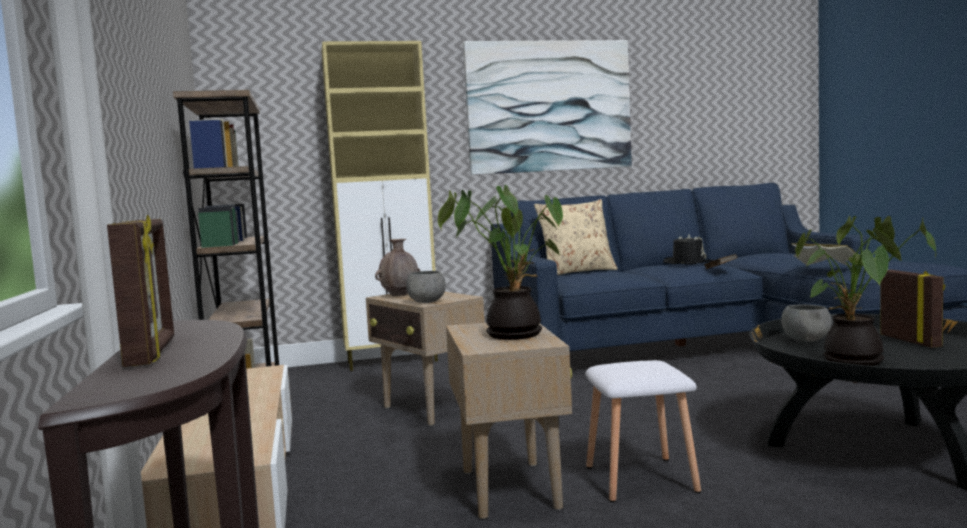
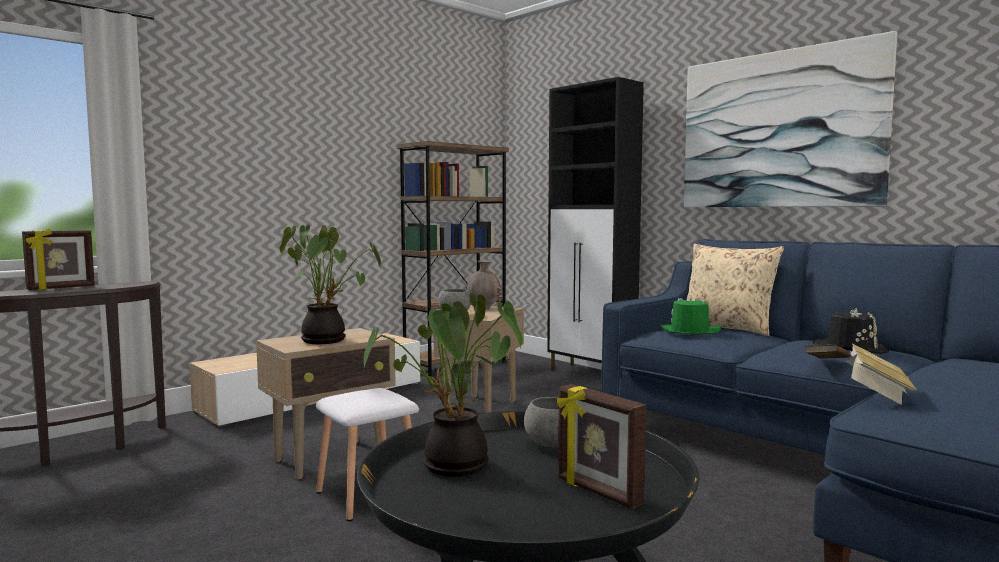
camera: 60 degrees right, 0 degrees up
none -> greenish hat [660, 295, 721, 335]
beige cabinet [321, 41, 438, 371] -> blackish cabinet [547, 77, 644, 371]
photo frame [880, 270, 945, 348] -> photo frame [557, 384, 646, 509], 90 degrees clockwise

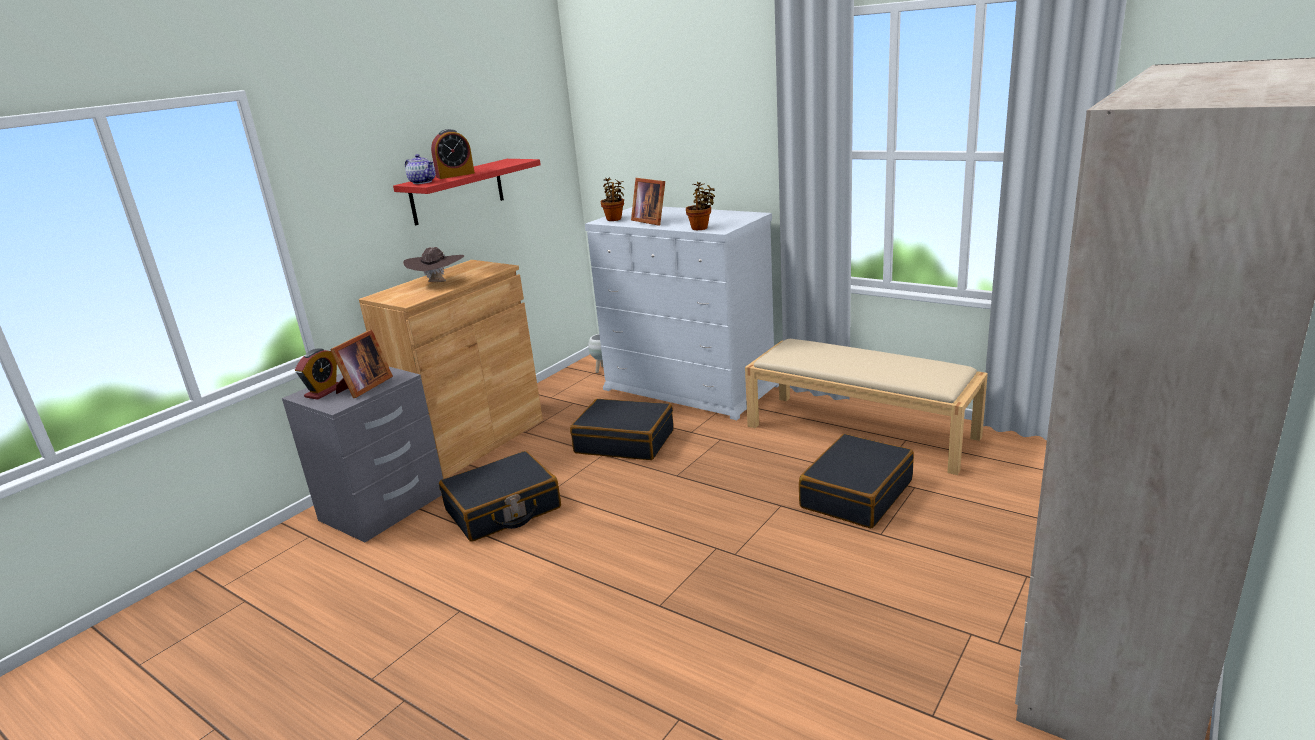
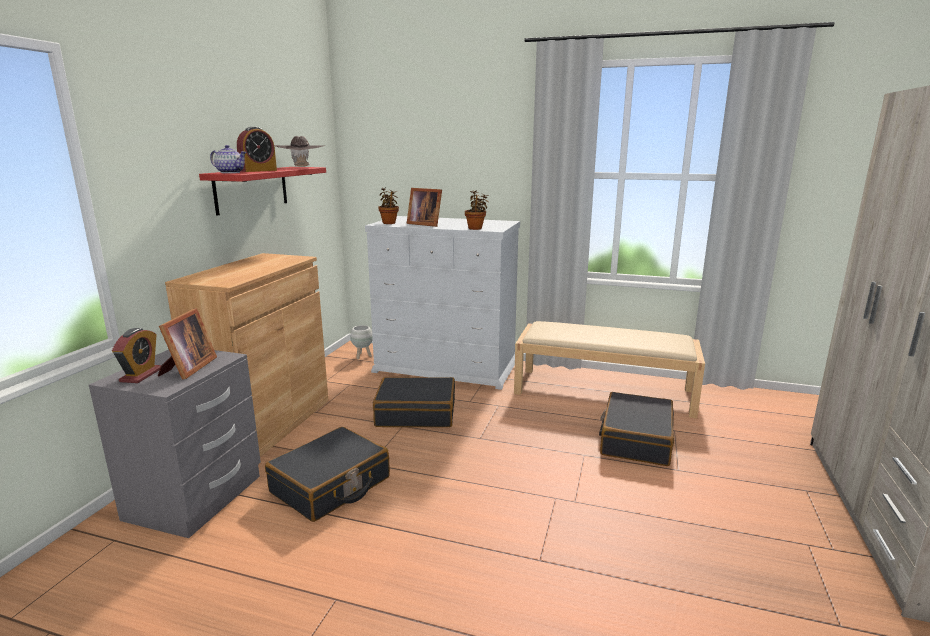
camera: 20 degrees left, 5 degrees down
brown hat [403, 247, 464, 282] -> brown hat [274, 136, 326, 167], relocated

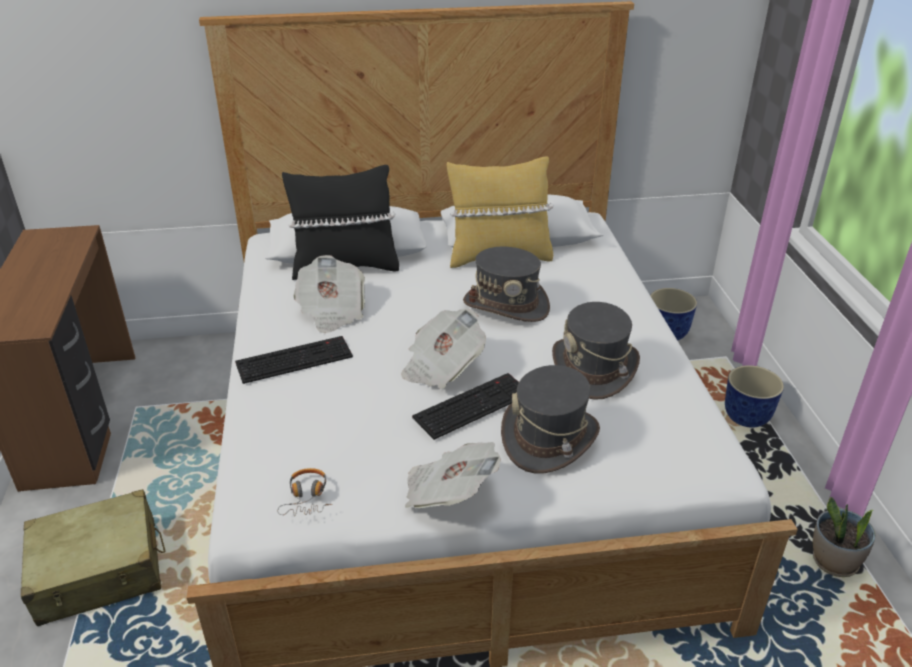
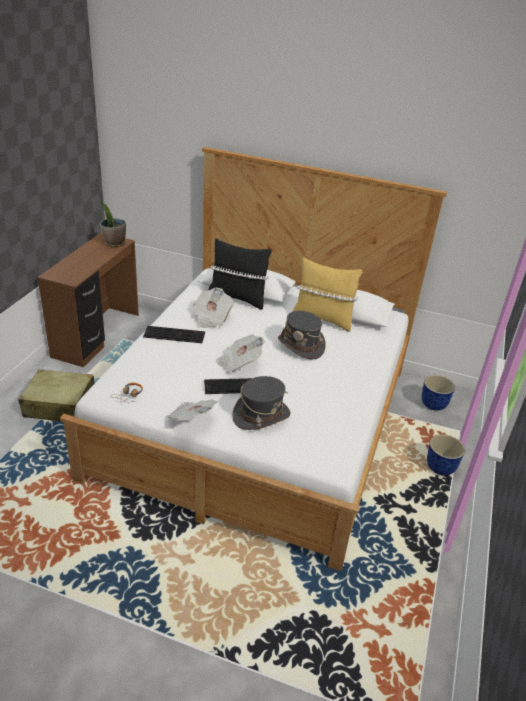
camera: 25 degrees right, 0 degrees up
greyish hat [552, 302, 640, 400] -> none
houseplant [813, 497, 876, 577] -> houseplant [100, 201, 126, 247], relocated

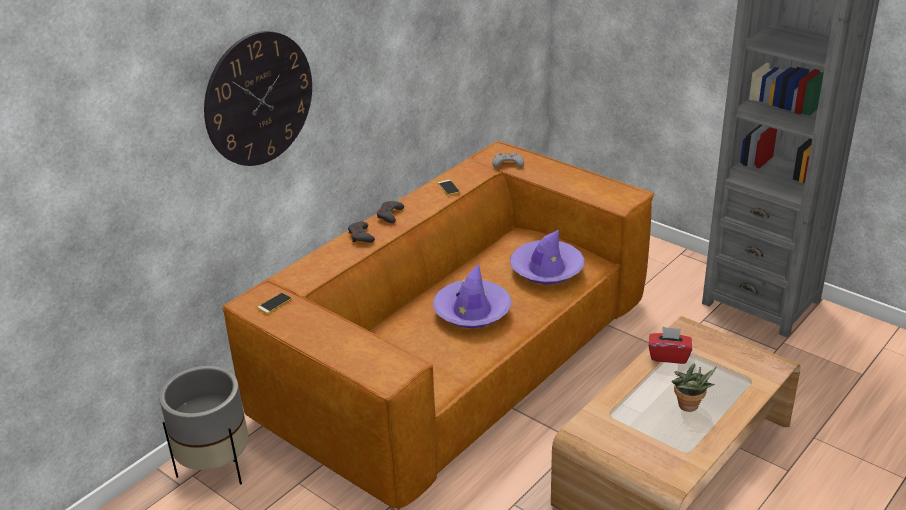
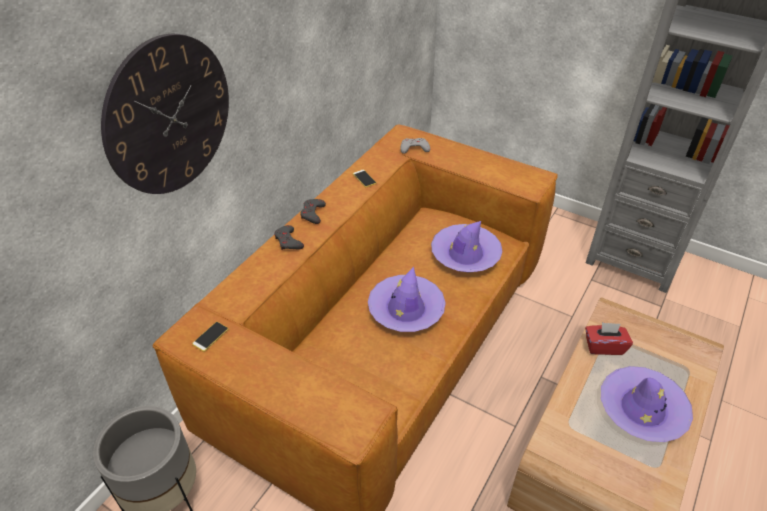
camera: 10 degrees left, 10 degrees up
houseplant [672, 363, 717, 412] -> purplish hat [601, 366, 693, 442]

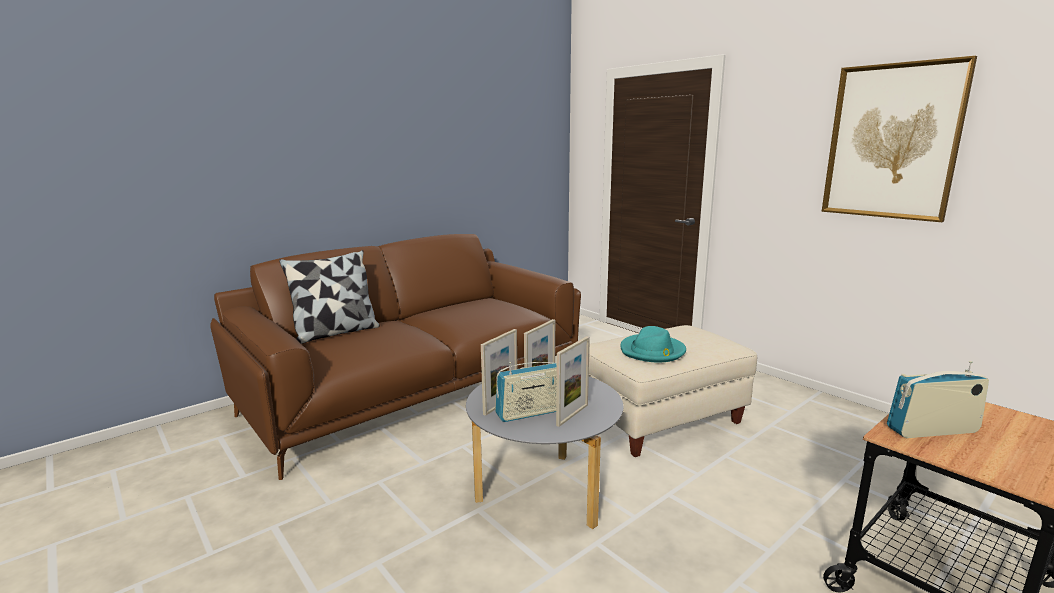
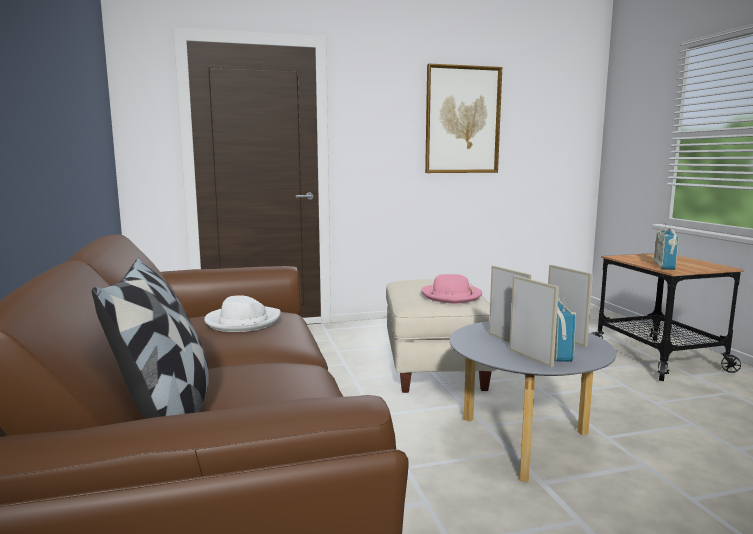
camera: 65 degrees left, 5 degrees down
none -> white hat [204, 295, 281, 332]
turquoise hat [620, 326, 686, 362] -> pinkish hat [421, 274, 482, 304]

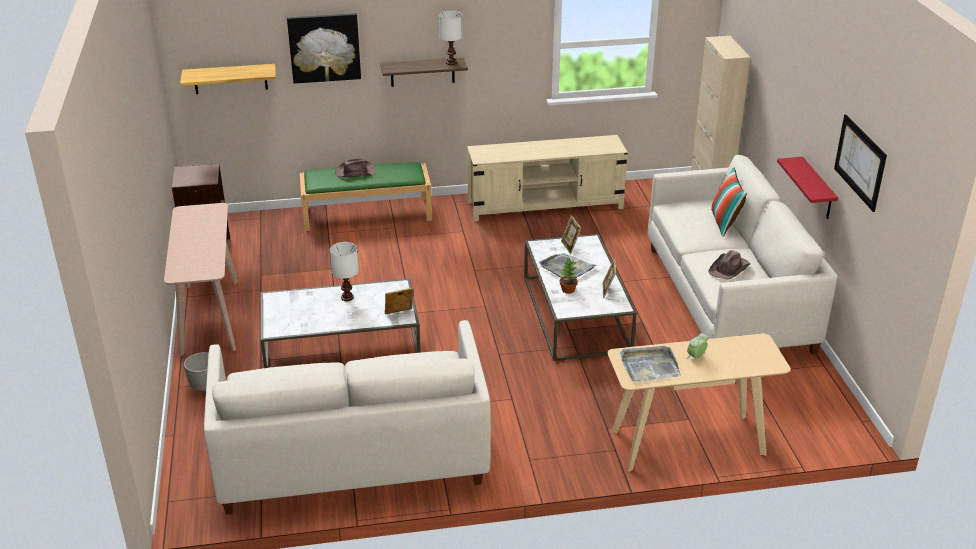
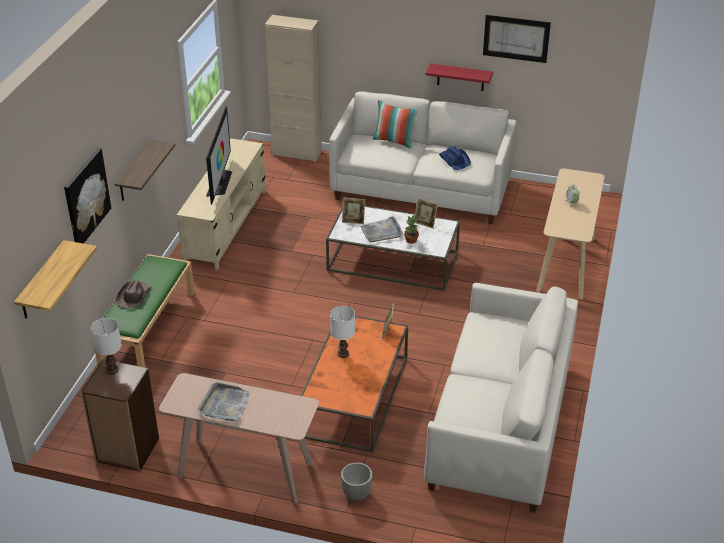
camera: 65 degrees left, 5 degrees up
none -> television [206, 106, 232, 204]
white lamp for a table [439, 11, 463, 65] -> white lamp for a table [91, 318, 122, 374], relocated
greyish tray [620, 346, 681, 382] -> greyish tray [198, 382, 250, 421], relocated
white low table [260, 279, 421, 368] -> orange-coloured low table [301, 316, 408, 452]
brown hat [708, 250, 751, 279] -> bluish hat [439, 146, 471, 170]

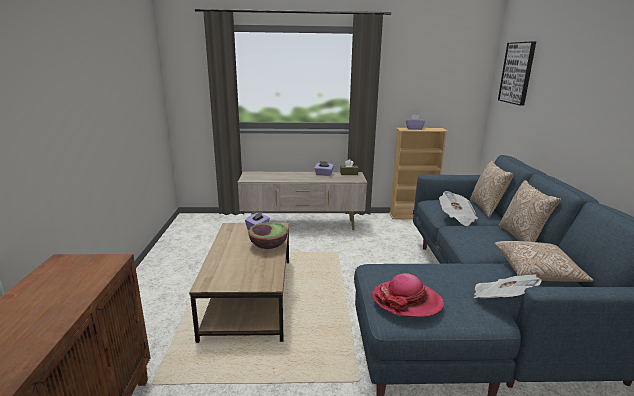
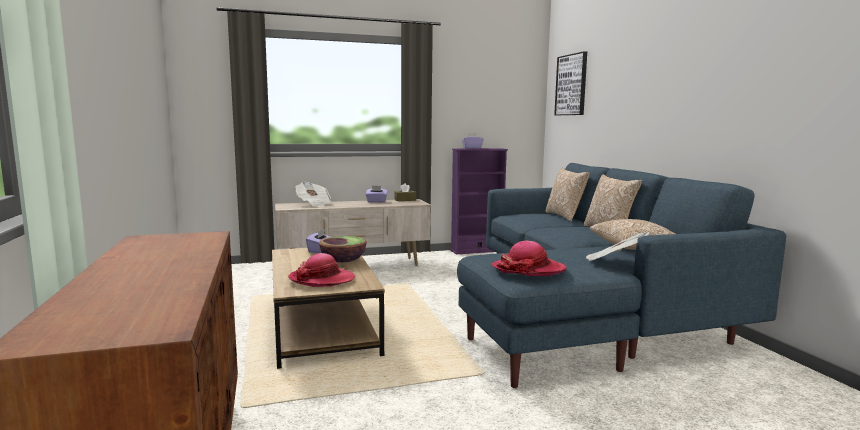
camera: 15 degrees left, 10 degrees down
none -> hat [288, 253, 355, 287]
daily paper [439, 191, 478, 226] -> daily paper [295, 182, 332, 207], relocated
beige bookshelf [389, 128, 448, 219] -> purplish bookshelf [450, 148, 508, 255]

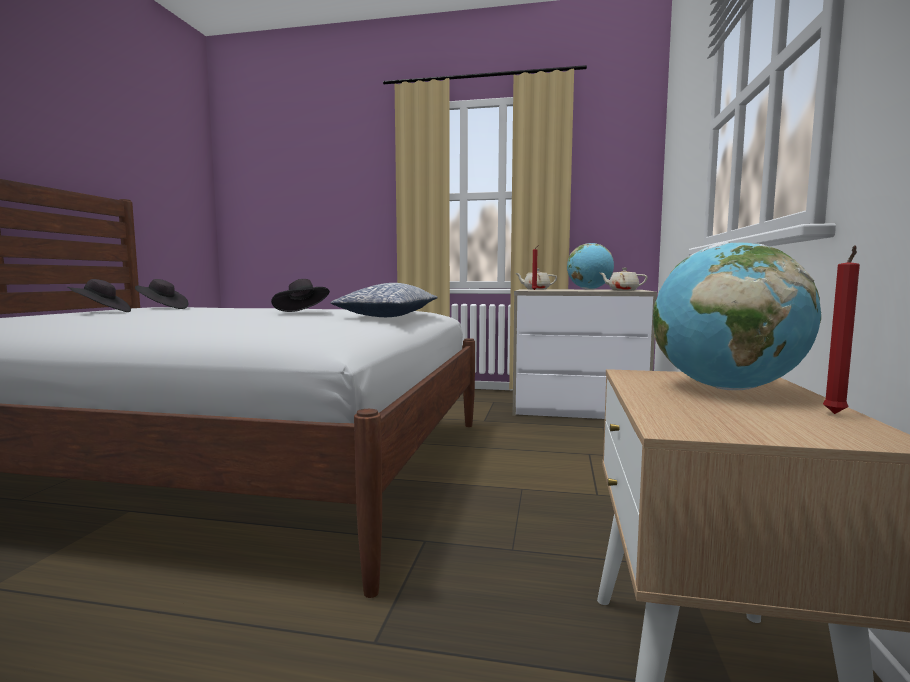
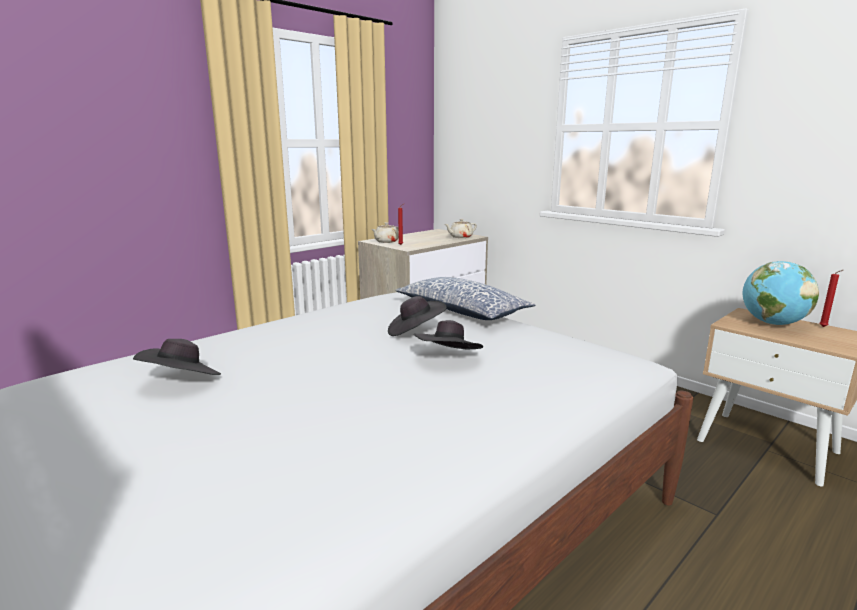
camera: 55 degrees left, 10 degrees up
world globe [567, 243, 614, 290] -> none
blackish hat [67, 279, 131, 312] -> blackish hat [413, 320, 483, 349], relocated

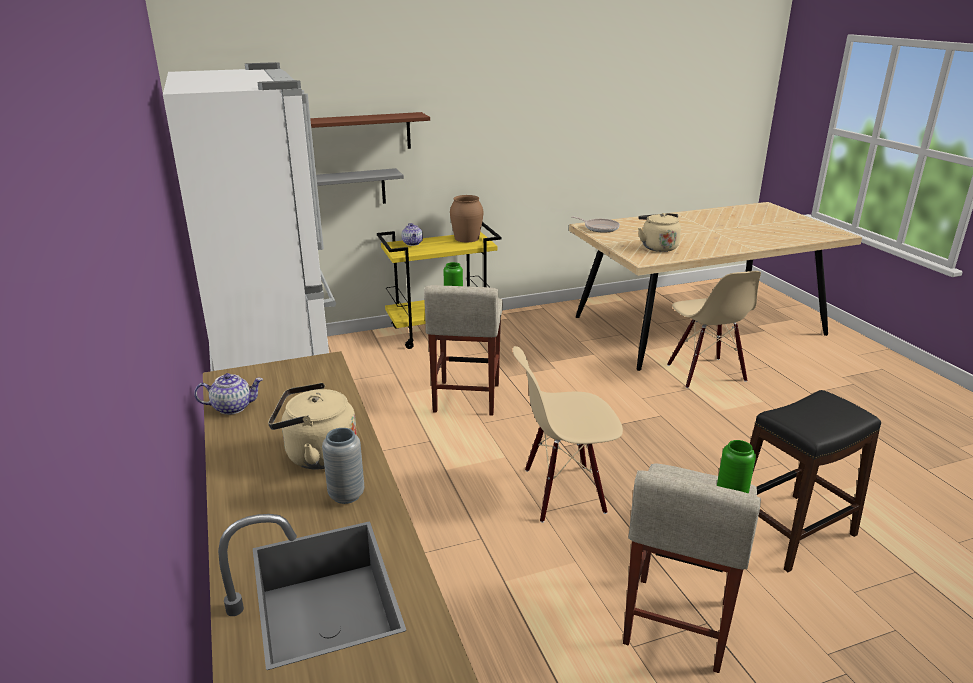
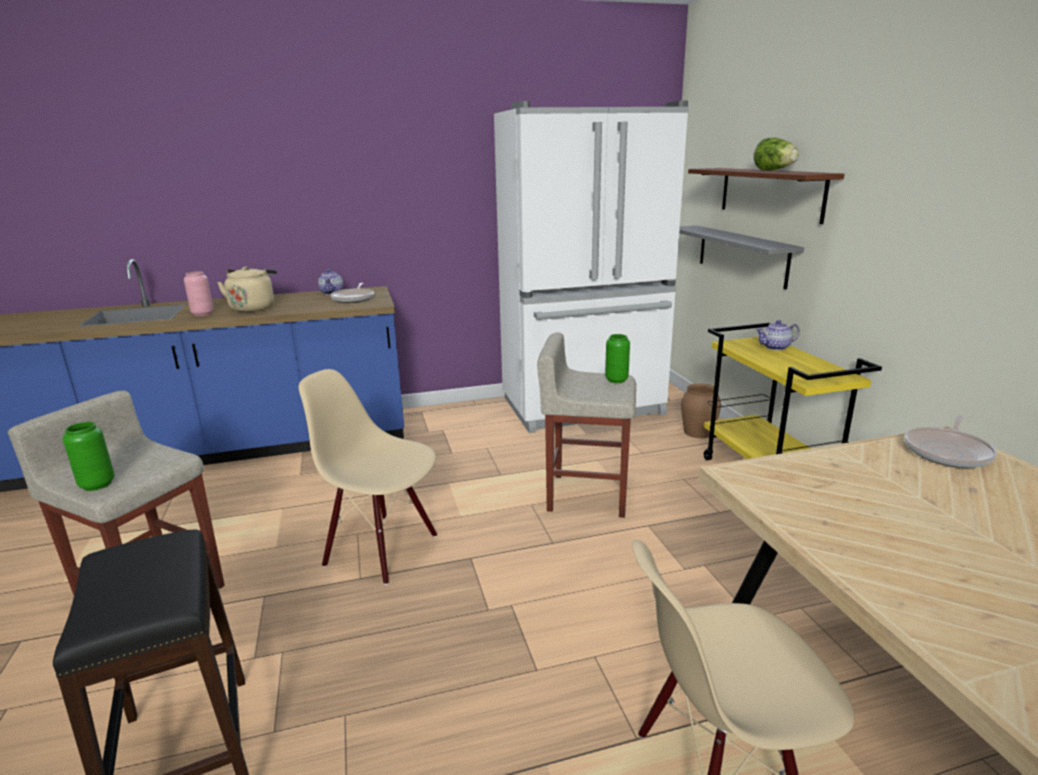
camera: 95 degrees right, 5 degrees down
beige tea kettle [638, 213, 681, 252] -> none
none -> frying pan [331, 283, 374, 303]
none -> head of lettuce [754, 138, 799, 171]
brown decorative vase [450, 195, 483, 242] -> brown decorative vase [681, 383, 721, 438], relocated
greyish decorative vase [322, 428, 364, 504] -> pinkish decorative vase [184, 272, 214, 316]
beige chair [513, 346, 623, 523] -> beige chair [299, 369, 437, 585], 60 degrees counterclockwise

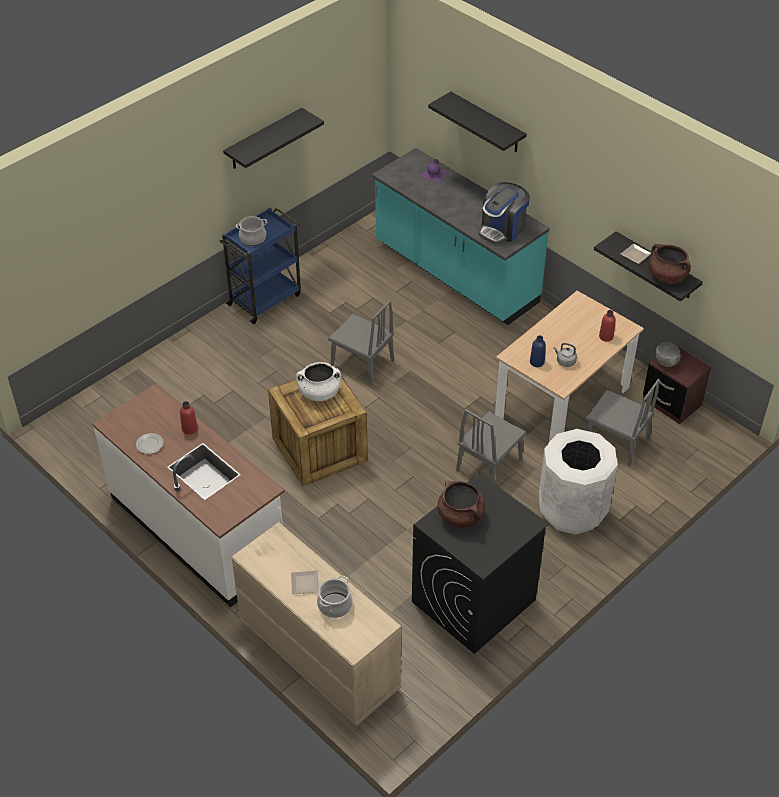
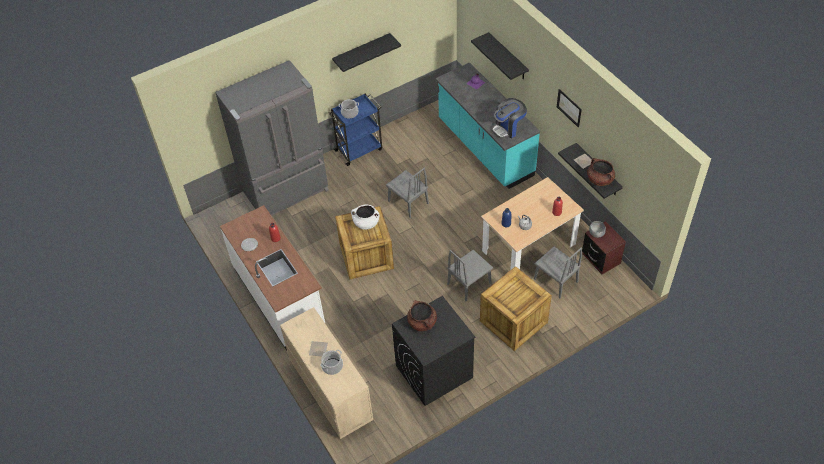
camera: 15 degrees right, 5 degrees up
none -> greyish fridge [215, 60, 329, 216]
none -> wall picture [557, 89, 582, 127]
white rubbish bin [539, 429, 618, 535] -> shipping crate [480, 266, 552, 351]

